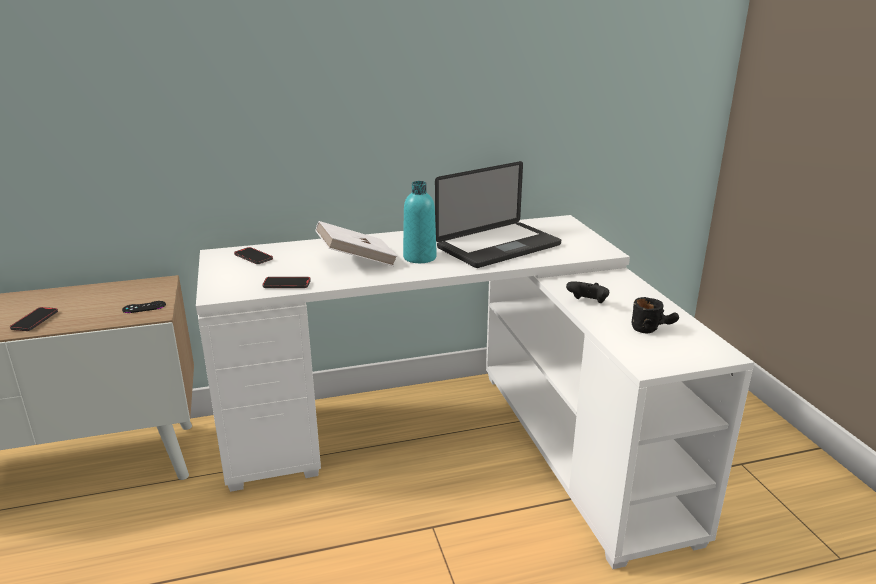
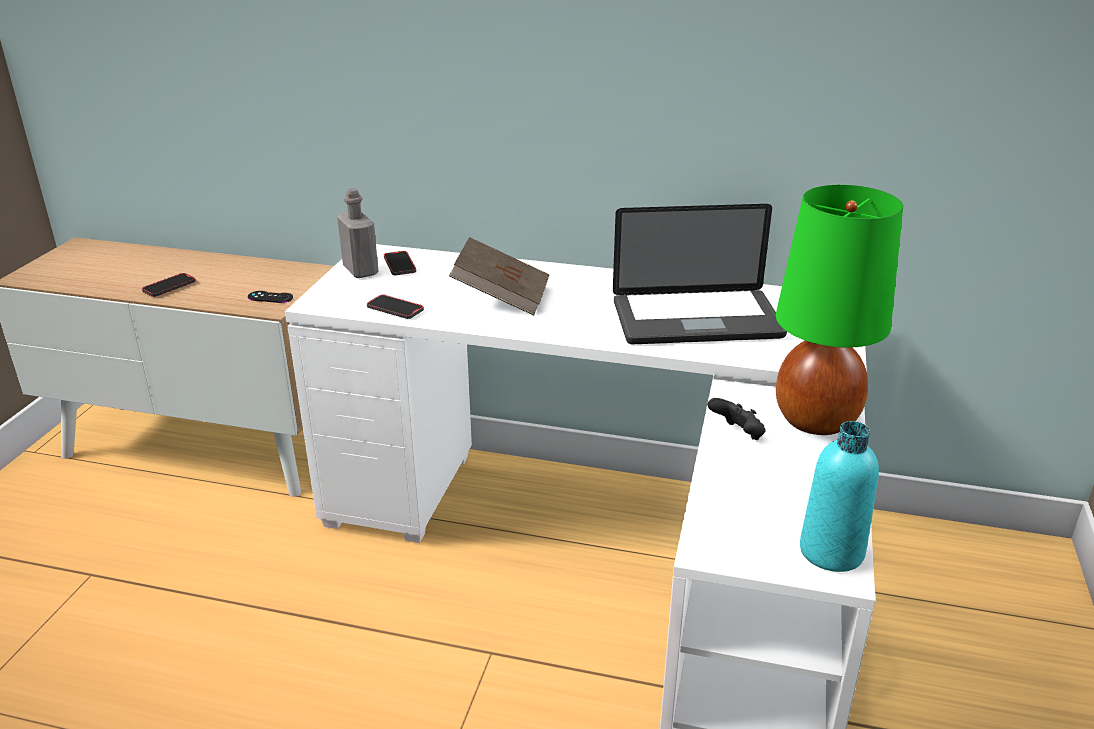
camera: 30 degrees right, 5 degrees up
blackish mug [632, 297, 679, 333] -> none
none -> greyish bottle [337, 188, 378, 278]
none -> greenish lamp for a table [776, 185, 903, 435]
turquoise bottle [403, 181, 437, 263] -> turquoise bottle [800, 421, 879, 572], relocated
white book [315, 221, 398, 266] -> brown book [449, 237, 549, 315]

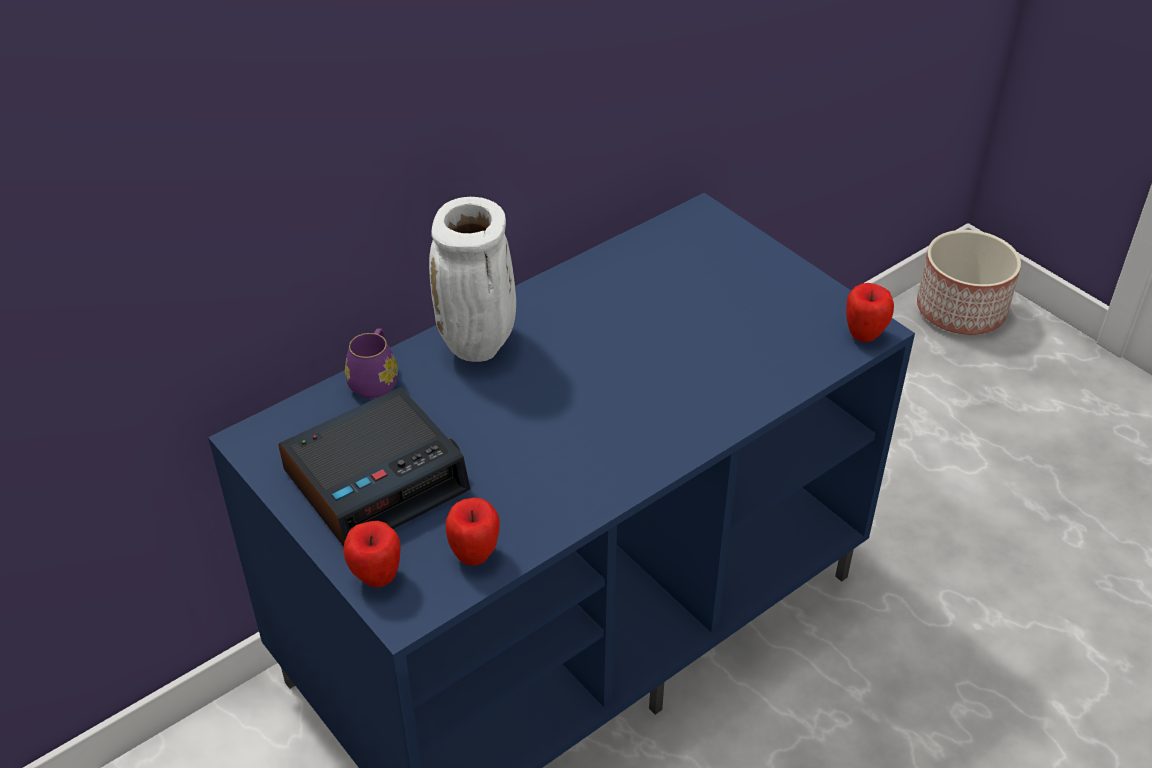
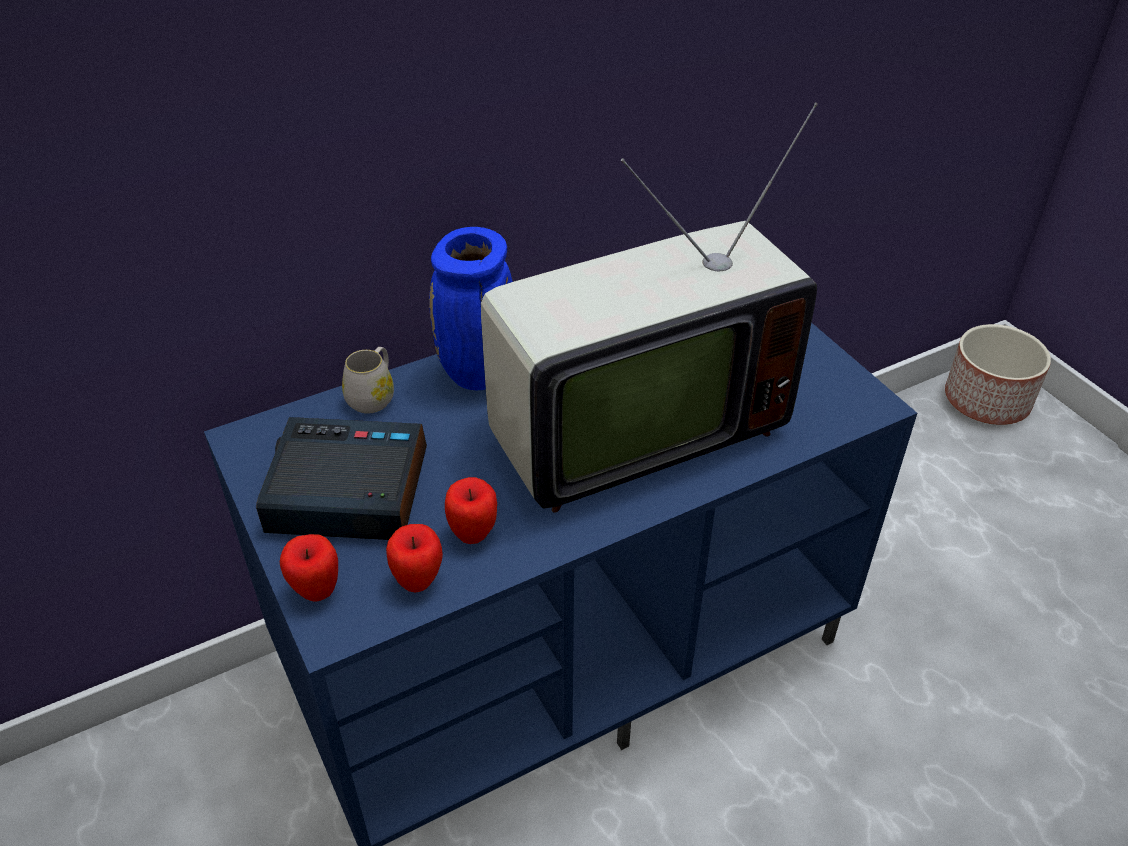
camera: 10 degrees right, 0 degrees up
none -> television [481, 102, 818, 513]
apple fruit [846, 283, 894, 342] -> apple fruit [445, 477, 497, 544], relocated
purplish mug [345, 328, 398, 399] -> white mug [342, 347, 394, 413]
white decorative vase [429, 197, 516, 362] -> bluish decorative vase [429, 227, 513, 390]
table clock [278, 387, 470, 547] -> table clock [256, 417, 427, 540], 150 degrees counterclockwise

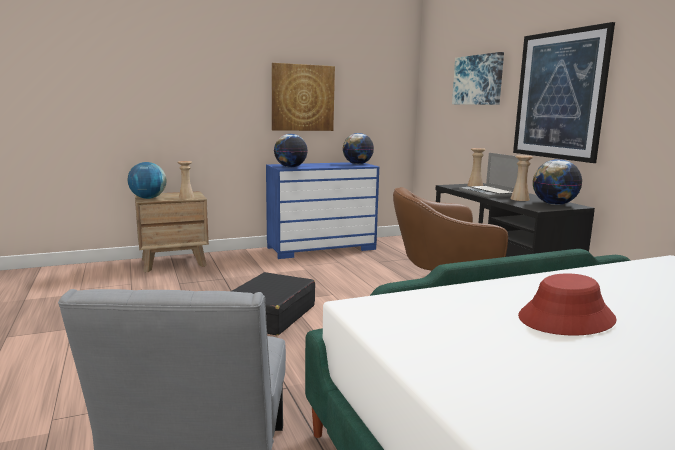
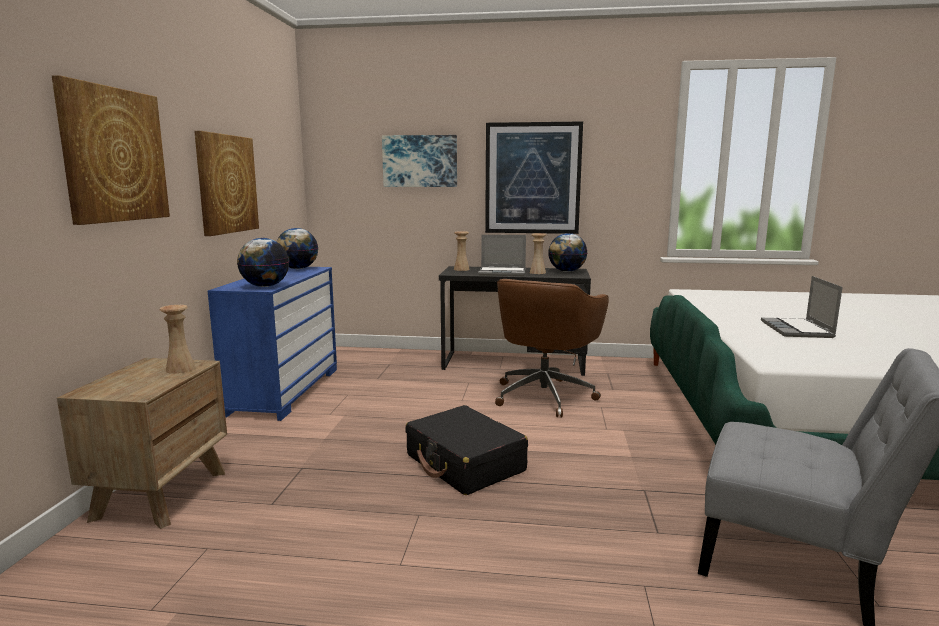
camera: 60 degrees left, 0 degrees up
world globe [128, 162, 167, 199] -> none
none -> wall picture [52, 75, 170, 225]
reddish hat [518, 273, 617, 336] -> laptop [761, 276, 843, 338]

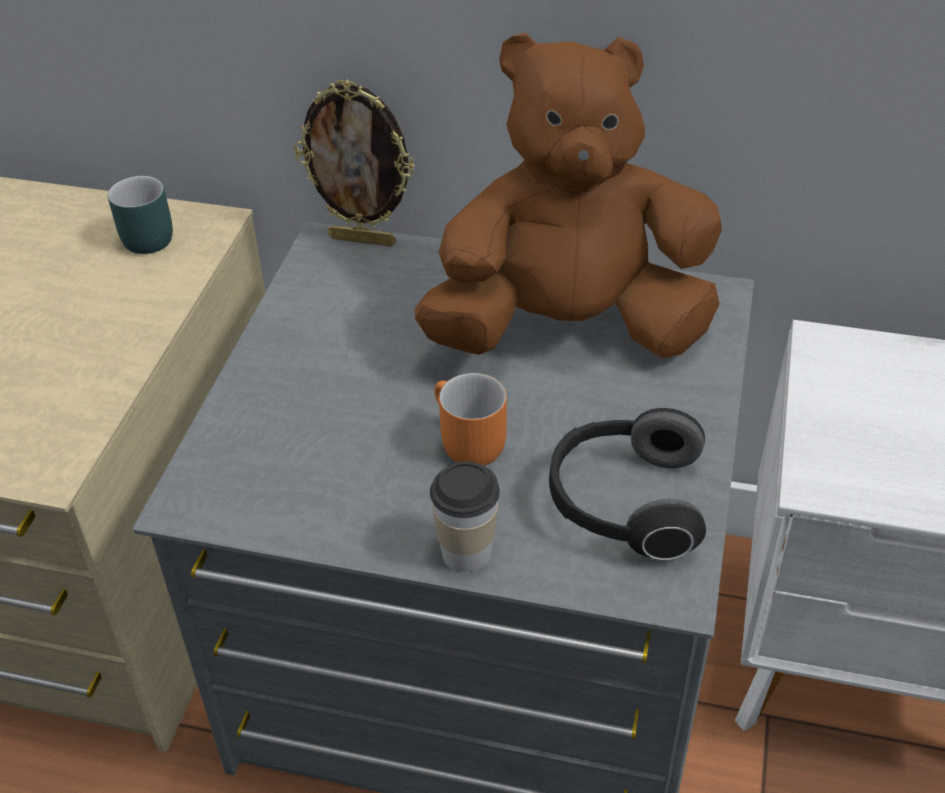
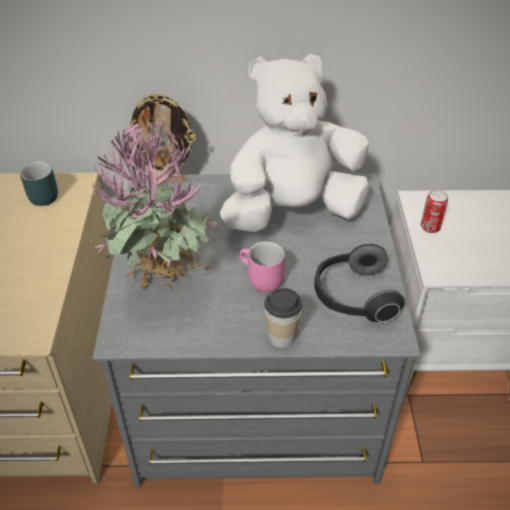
camera: 15 degrees left, 0 degrees up
none -> houseplant [92, 117, 218, 293]
none -> can [421, 190, 448, 233]
brown plush toy [414, 32, 722, 359] -> white plush toy [220, 54, 369, 232]
orange-coloured mug [434, 373, 507, 466] -> pinkish mug [240, 241, 285, 292]

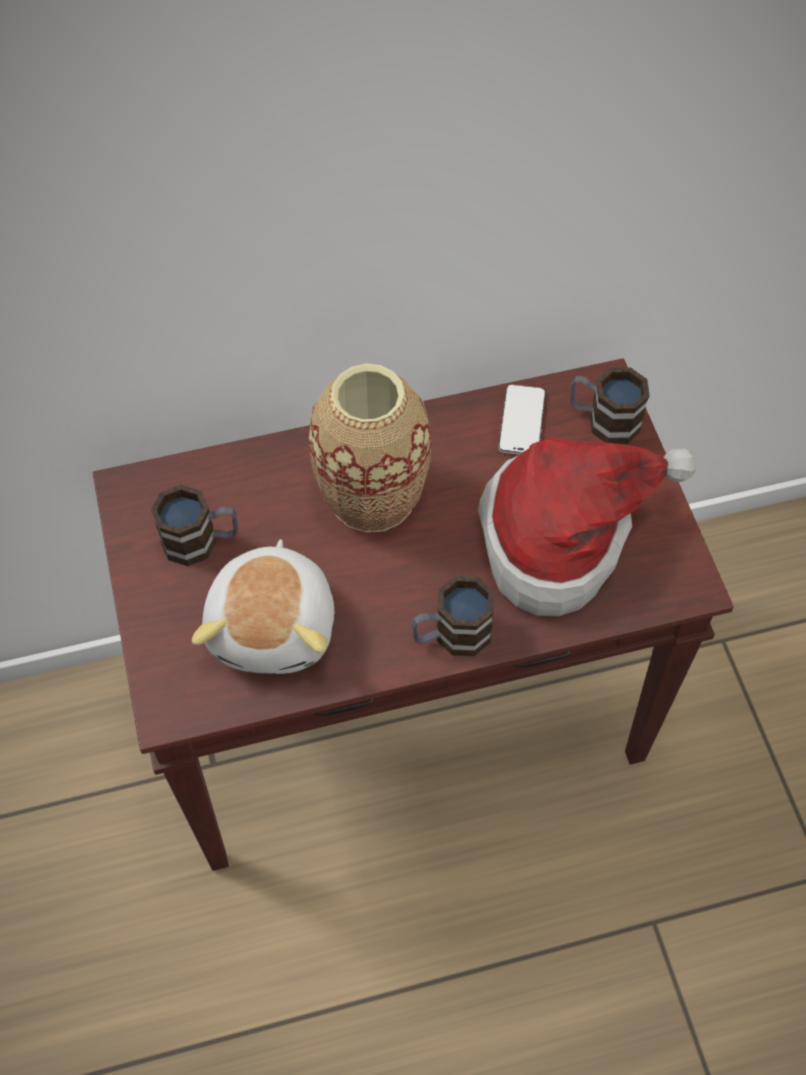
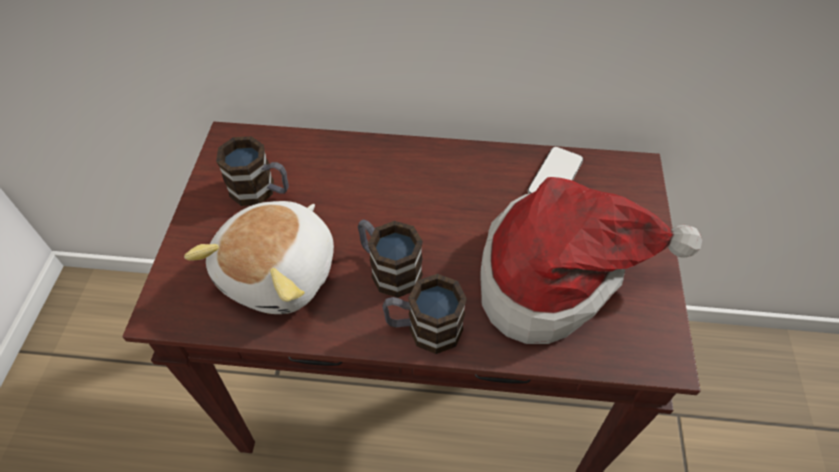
camera: 20 degrees right, 5 degrees down
decorative vase [309, 364, 431, 532] -> none
mug [570, 368, 650, 444] -> mug [358, 219, 423, 298], relocated

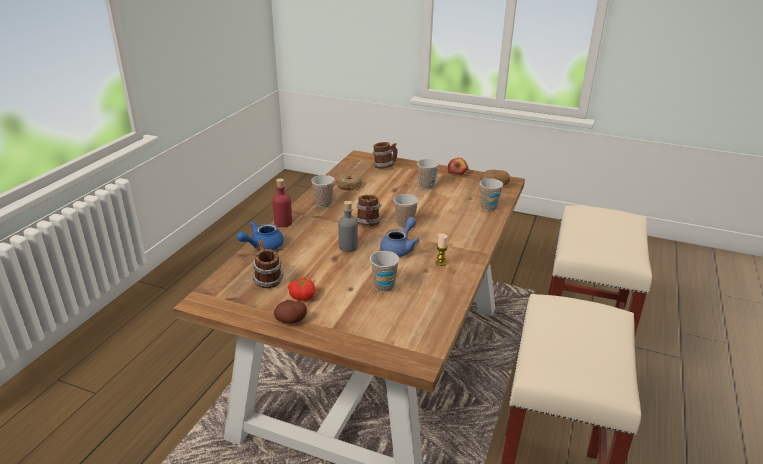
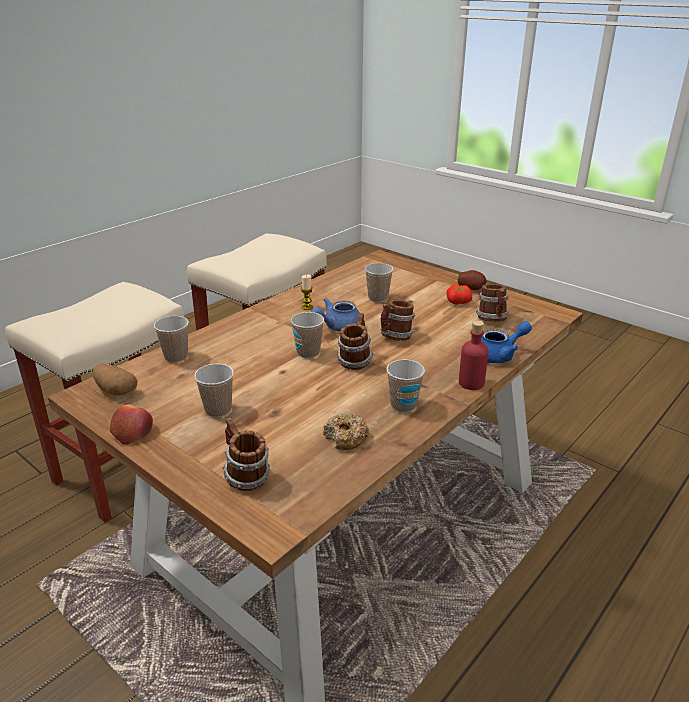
camera: 160 degrees left, 0 degrees up
greyish bottle [338, 201, 358, 252] -> mug [380, 299, 415, 341]

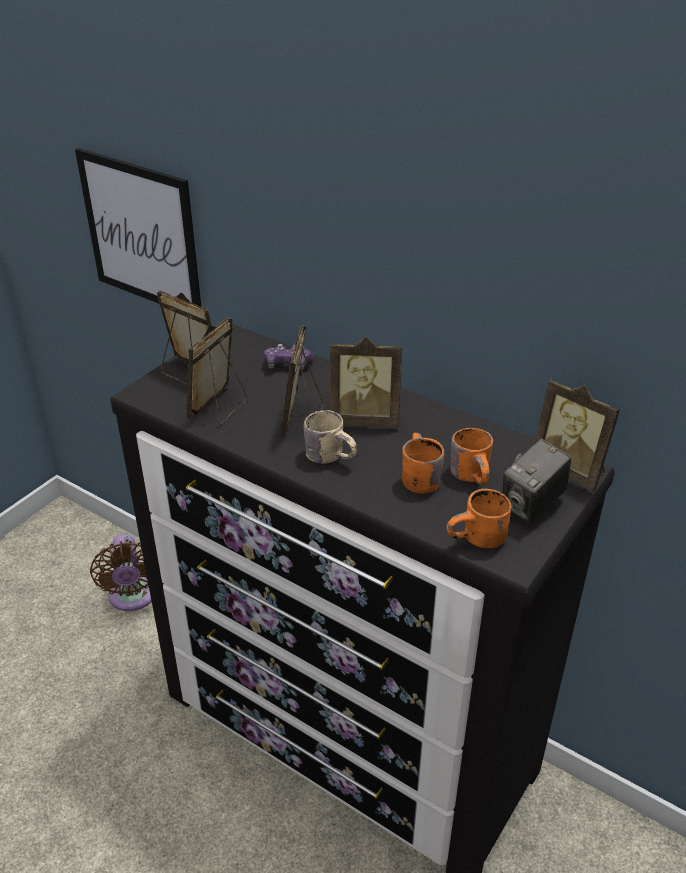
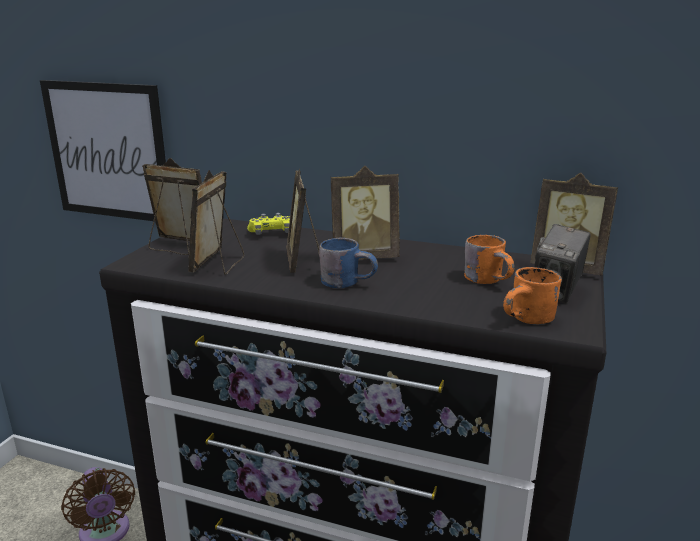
camera: 15 degrees left, 15 degrees down
orange-coloured mug [402, 433, 444, 493] -> none
purplish joypad [264, 344, 314, 369] -> yellowish joypad [247, 213, 290, 235]
beige mug [303, 410, 357, 464] -> bluish mug [319, 238, 378, 288]

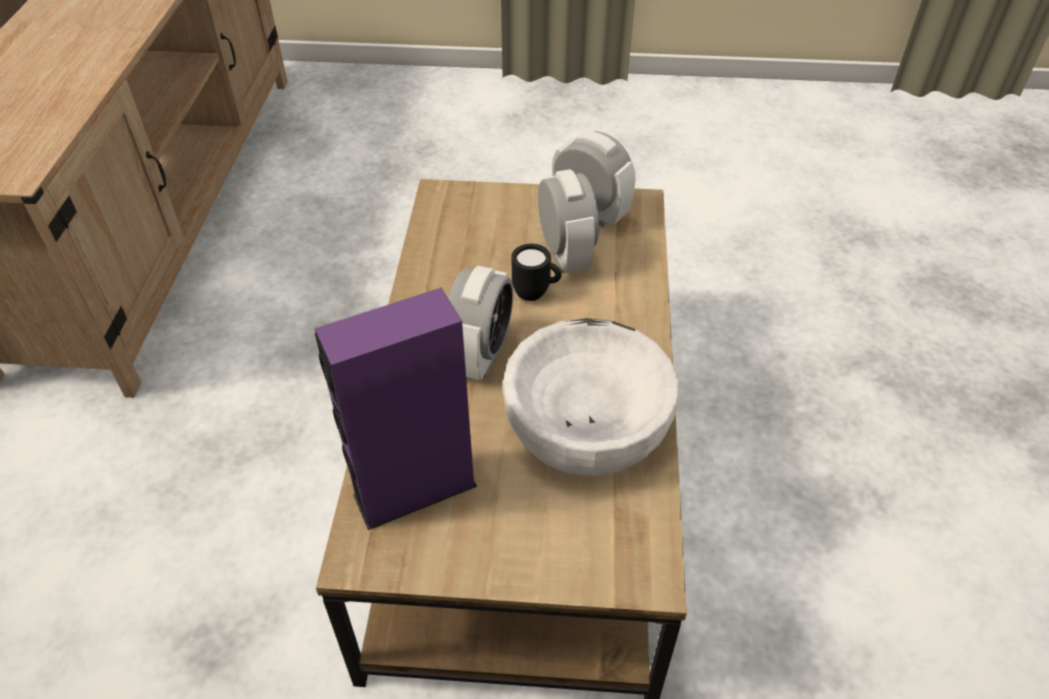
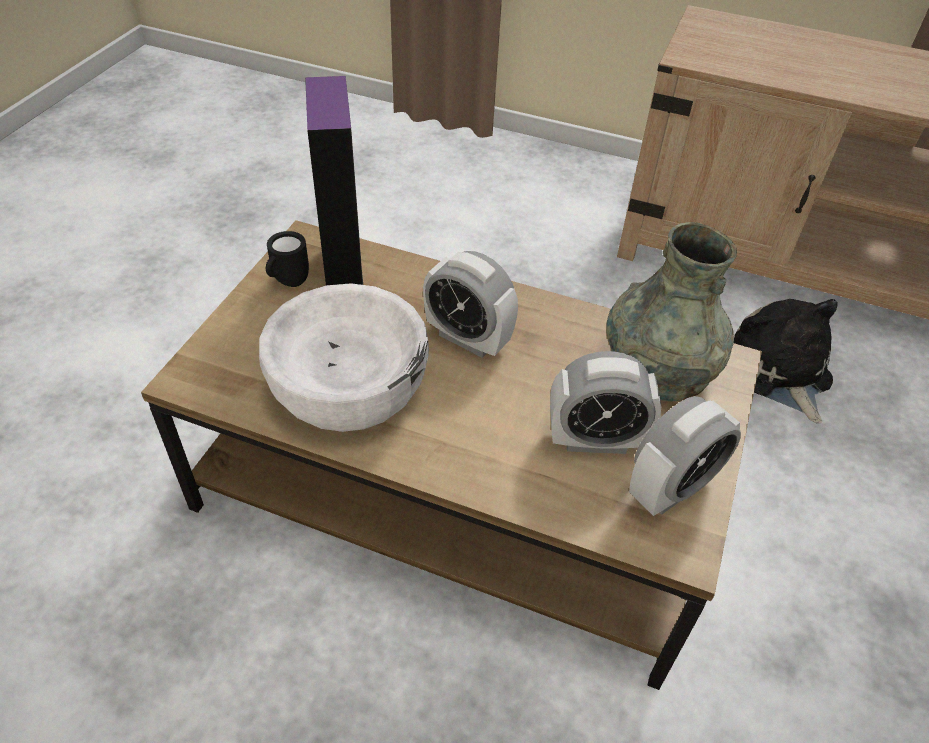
camera: 105 degrees right, 0 degrees up
none -> greyish decorative vase [606, 222, 737, 402]
none -> plush toy [734, 299, 838, 424]
blackish mug [512, 244, 562, 301] -> blackish mug [266, 231, 309, 287], relocated

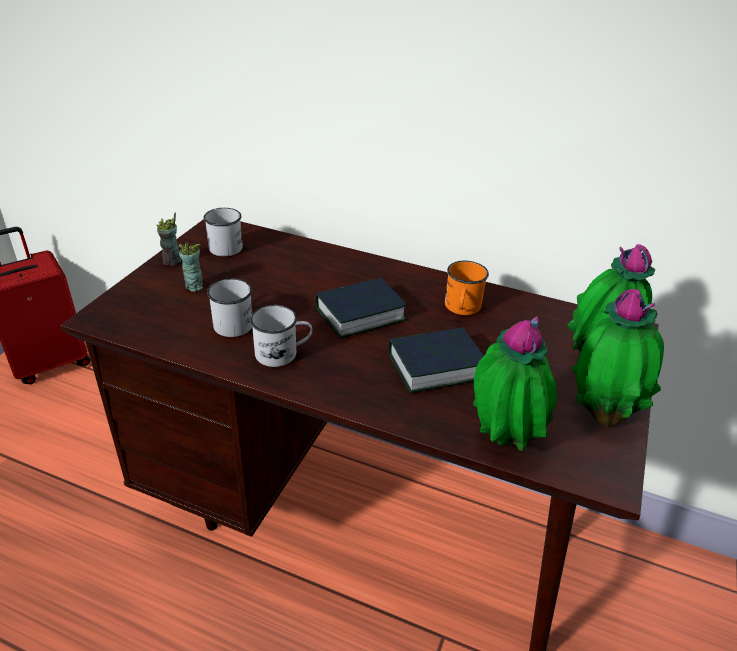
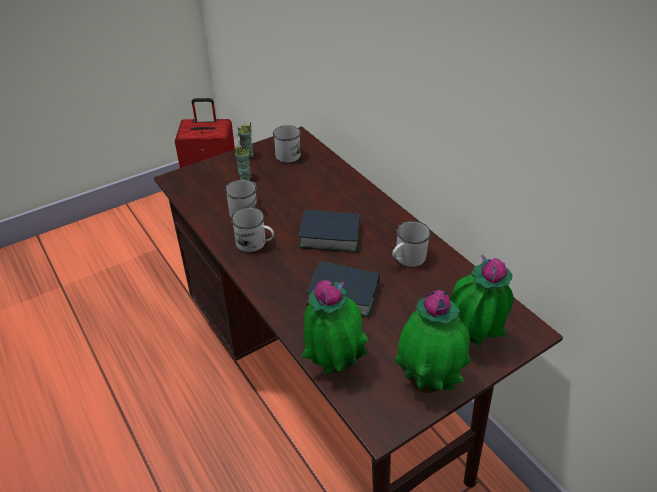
camera: 35 degrees right, 5 degrees up
orange-coloured mug [445, 261, 489, 315] -> white mug [392, 221, 431, 267]

